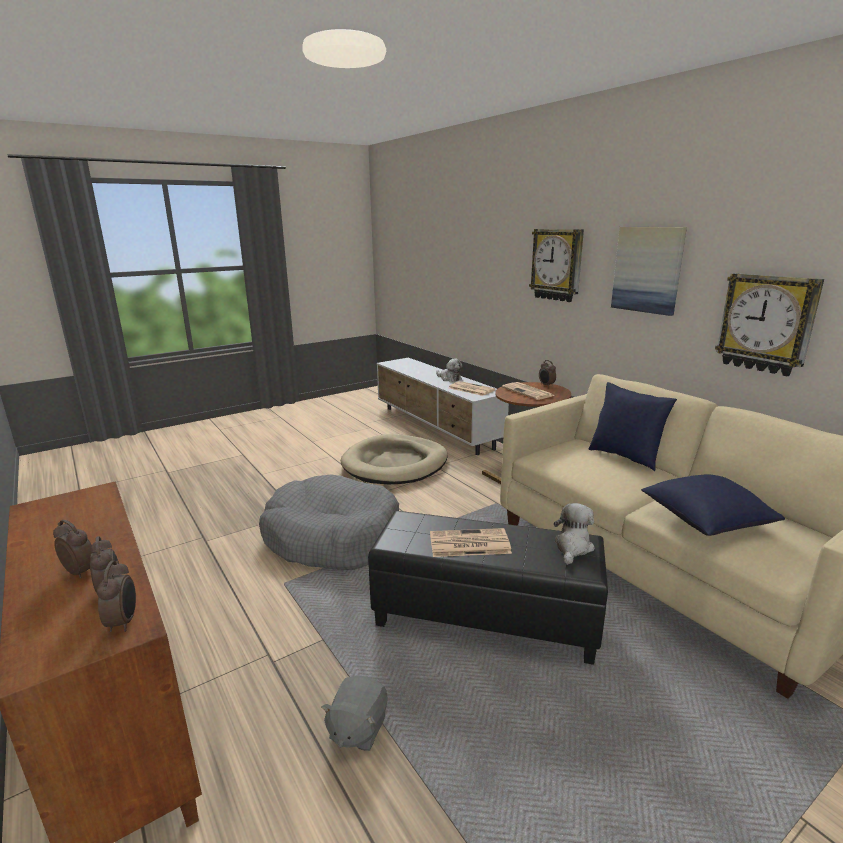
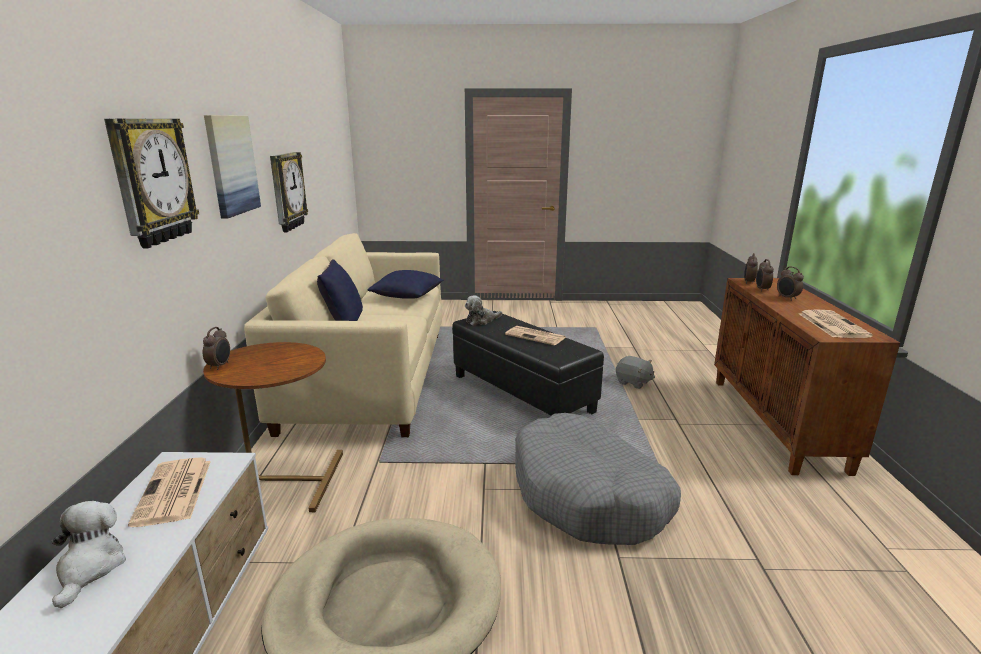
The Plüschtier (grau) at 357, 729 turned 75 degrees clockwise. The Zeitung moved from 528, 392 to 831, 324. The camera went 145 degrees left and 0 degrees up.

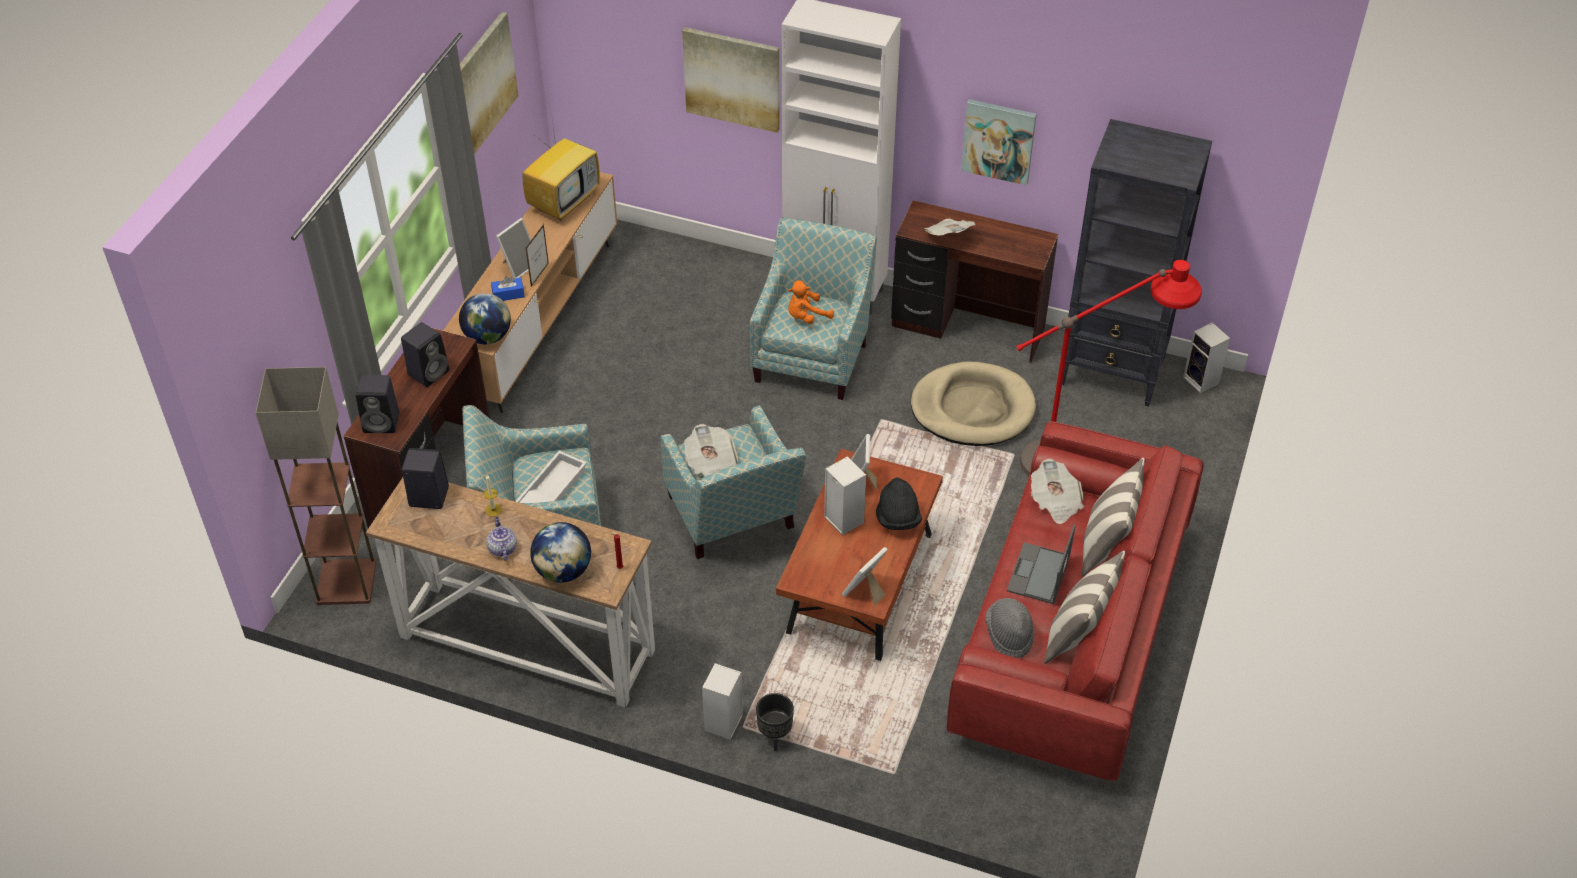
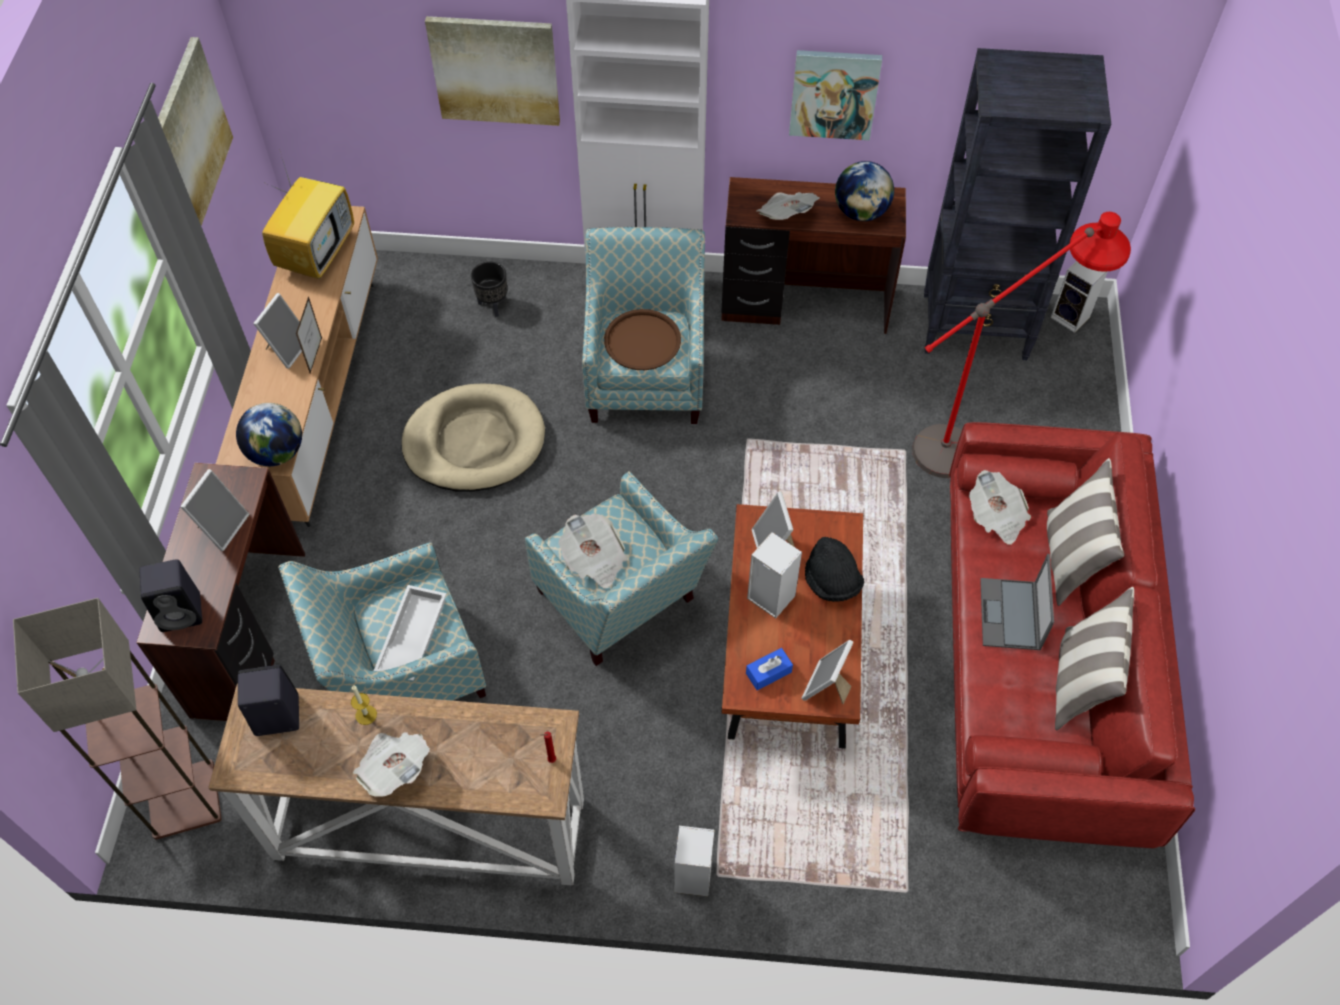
The Lautsprecher (schwarz) at 429, 372 was replaced by the Bilderrahmen at 222, 526. The Teekanne at 502, 548 was replaced by the Zeitung at 394, 768. The Hundebett (beige) moved from 972, 408 to 474, 442. The Pflanzkübel (schwarz) moved from 775, 736 to 493, 305. The Plüschtier (orange) at 806, 317 was replaced by the Tablett (braun) at 642, 341. The Taschentuchbox (blau) moved from 508, 294 to 768, 673. The Globus moved from 563, 571 to 861, 212. The Hut (grau) at 1009, 635 disappeared. The camera went 15 degrees left and 10 degrees up.

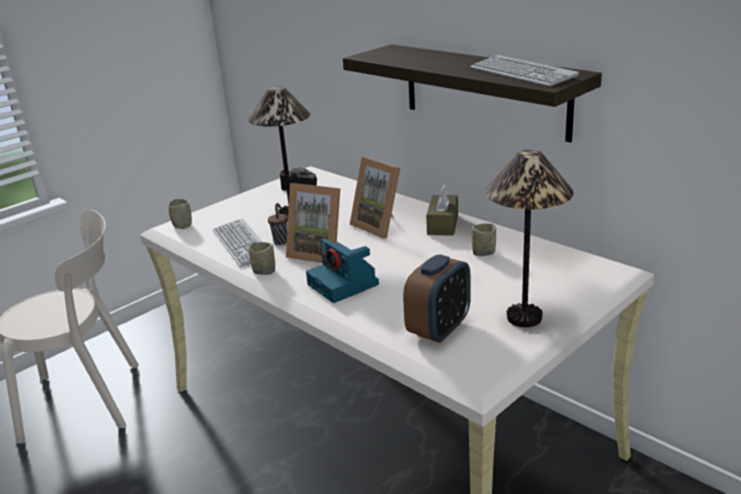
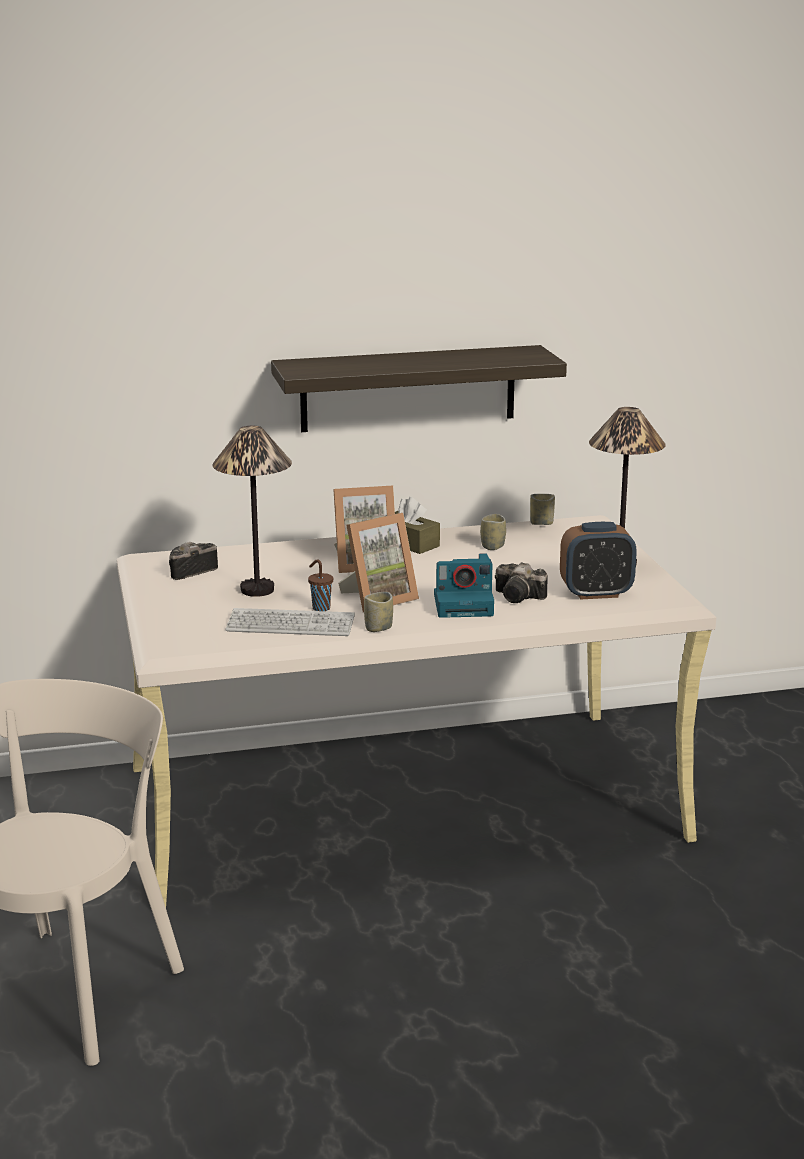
The Kamera at 520, 597 appeared. The Tasse moved from 182, 225 to 541, 523. The Wecker at 439, 329 turned 105 degrees clockwise. The Tastatur at 522, 73 disappeared. The camera went 60 degrees left and 5 degrees down.

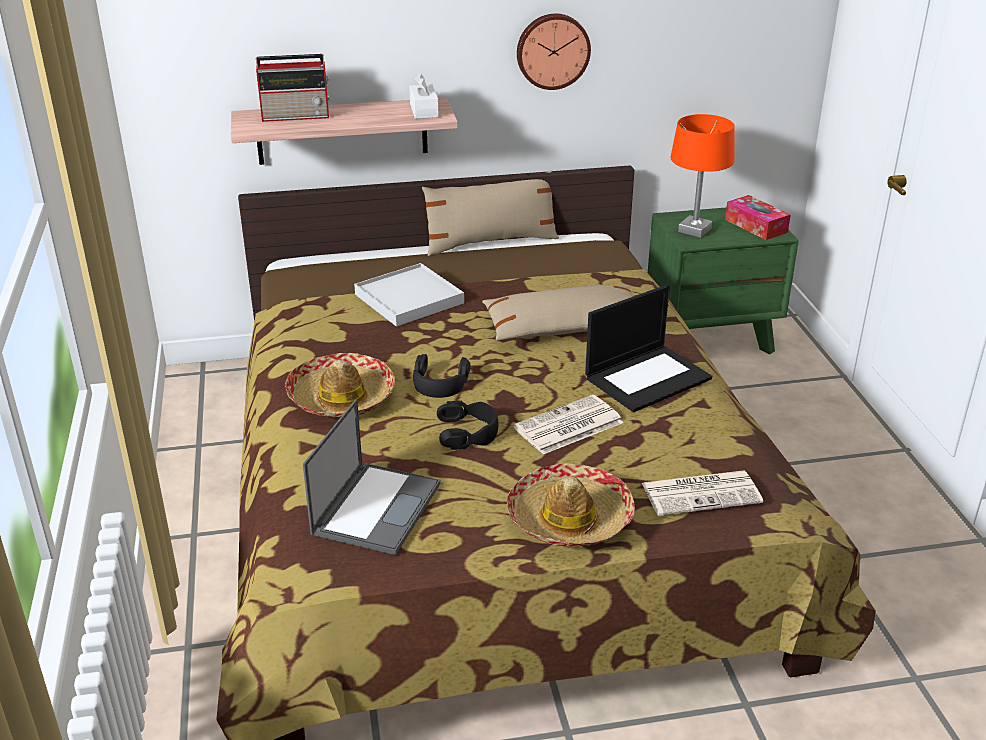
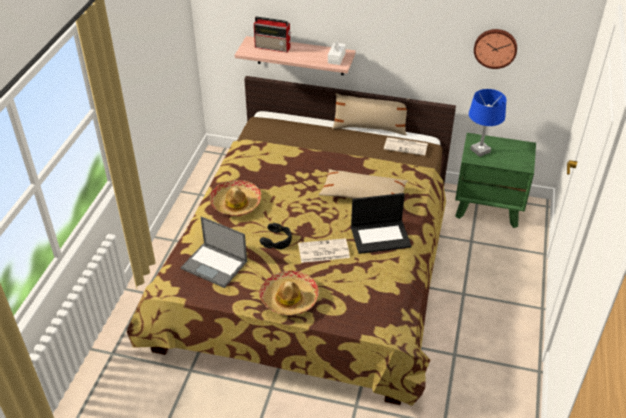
The Laptop at 377, 507 turned 75 degrees clockwise. The Zeitung moved from 702, 493 to 406, 146. The Tischlampe (orange) at 694, 230 became the Tischlampe (blau) at 480, 150. The Wanduhr moved from 552, 50 to 495, 47. The Tablett (weiß) at 409, 298 disappeared. The Kopfhörer (schwarz) at 440, 382 disappeared. The Taschentuchbox at 756, 226 disappeared. The camera went 25 degrees right and 10 degrees up.

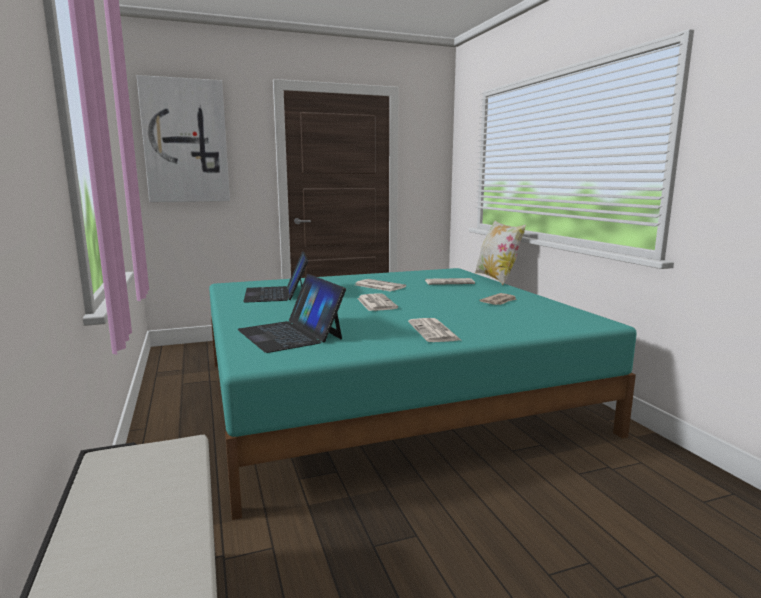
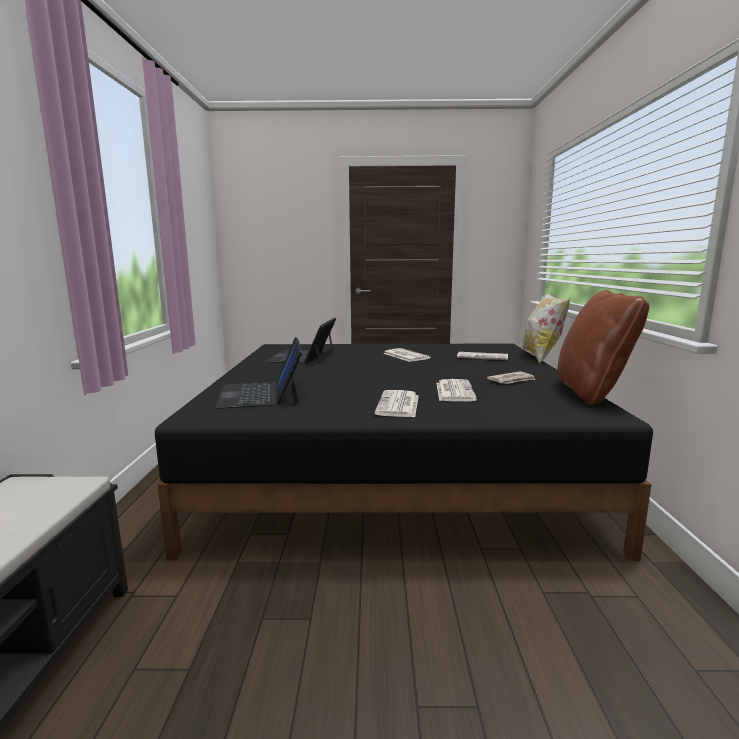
The Bett (türkis) at 386, 394 became the Bett (schwarz) at 392, 466. The Zeitung moved from 375, 303 to 454, 391. The Kissen (braun) at 592, 393 appeared. The Bild at 185, 141 disappeared. The camera went 20 degrees right and 0 degrees up.

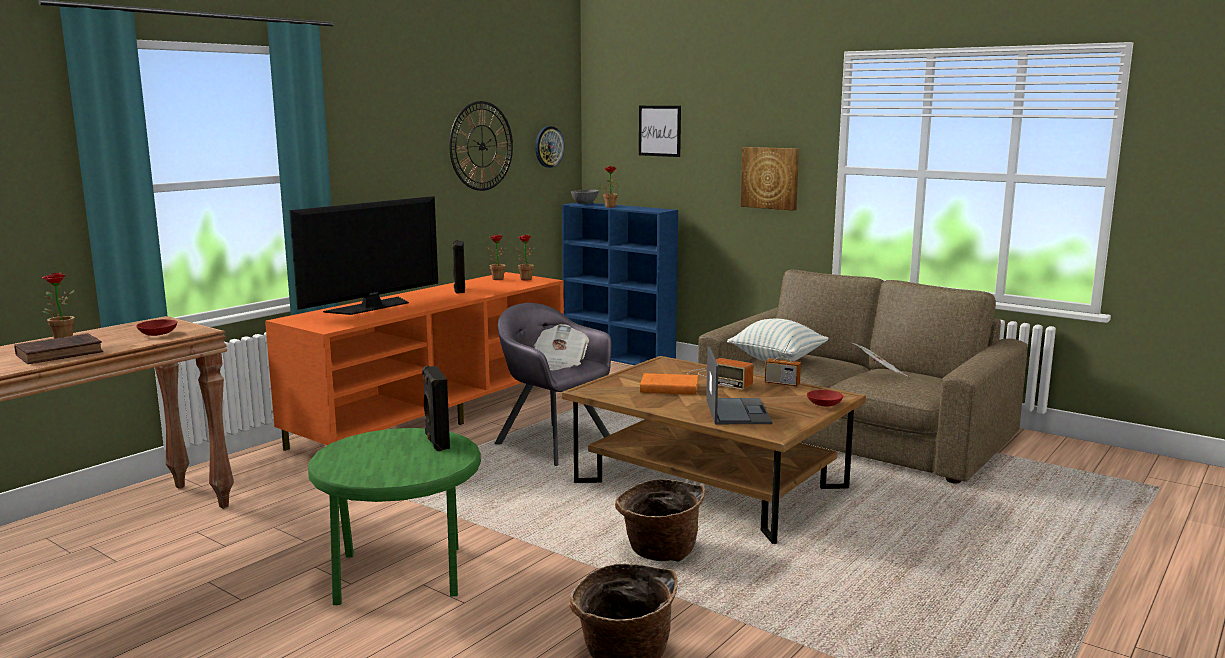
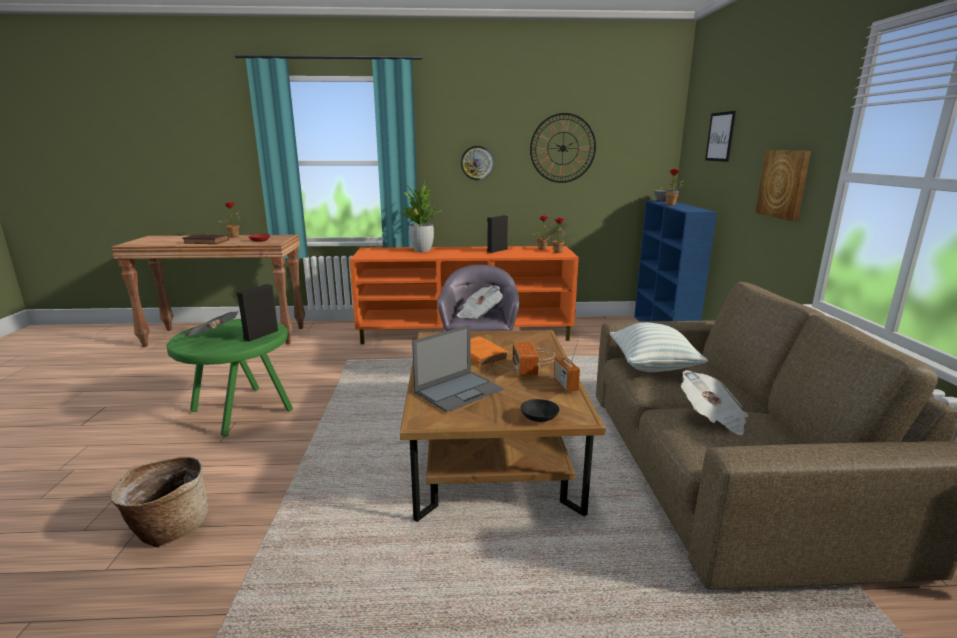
The Zeitung at 213, 337 appeared. The Fernseher at 371, 306 was replaced by the Topfpflanze at 422, 250. The Wanduhr moved from 548, 146 to 477, 163. The Schüssel (rot) at 825, 404 became the Schüssel (schwarz) at 540, 417. The Korb at 659, 552 disappeared. The camera went 50 degrees right and 5 degrees up.

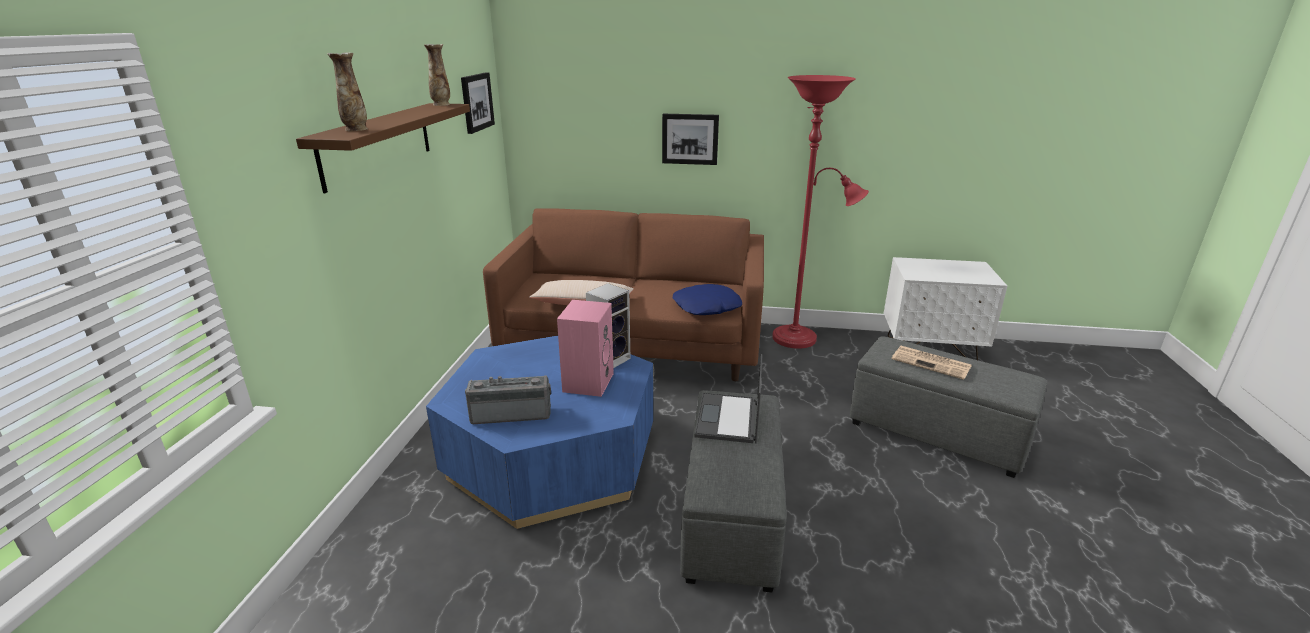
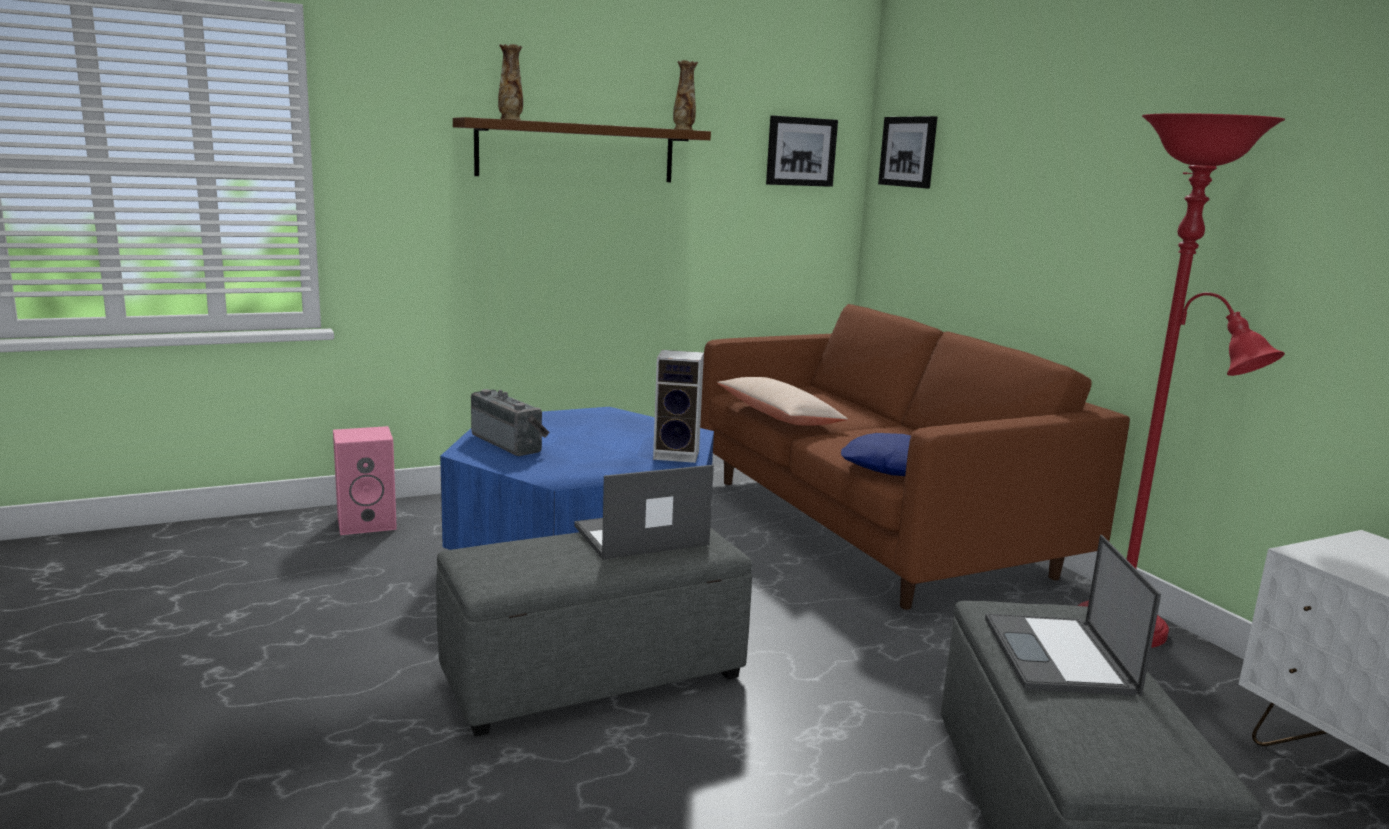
The Lautsprecher (rosa) moved from 587, 381 to 368, 523. The Bild moved from 690, 139 to 908, 152. The Zeitung at 932, 363 was replaced by the Laptop at 1060, 656. The camera went 55 degrees right and 10 degrees down.

